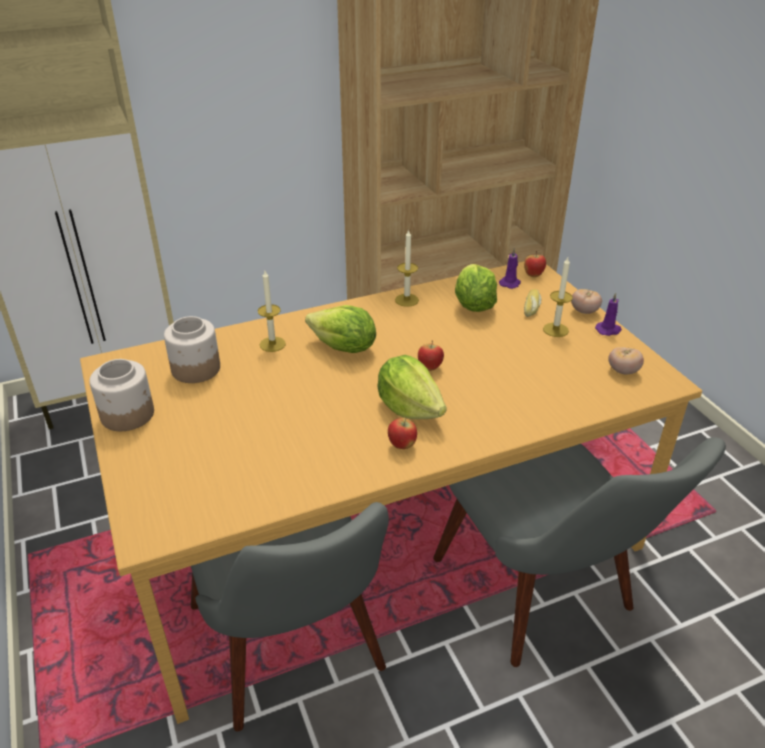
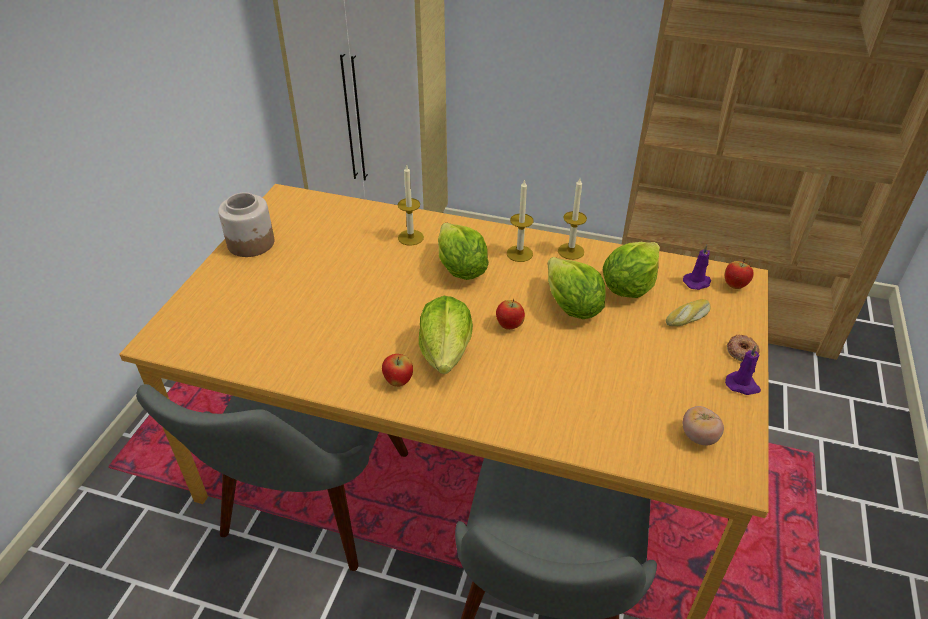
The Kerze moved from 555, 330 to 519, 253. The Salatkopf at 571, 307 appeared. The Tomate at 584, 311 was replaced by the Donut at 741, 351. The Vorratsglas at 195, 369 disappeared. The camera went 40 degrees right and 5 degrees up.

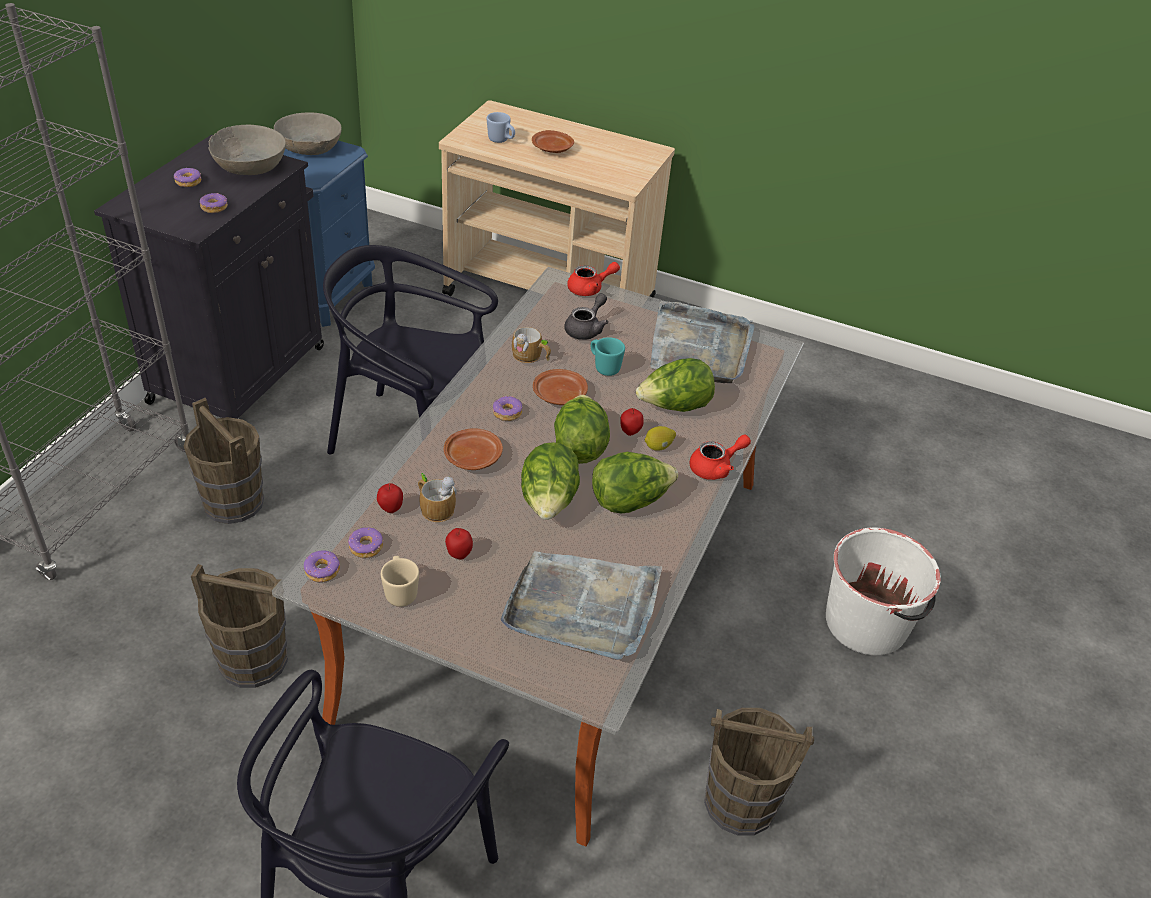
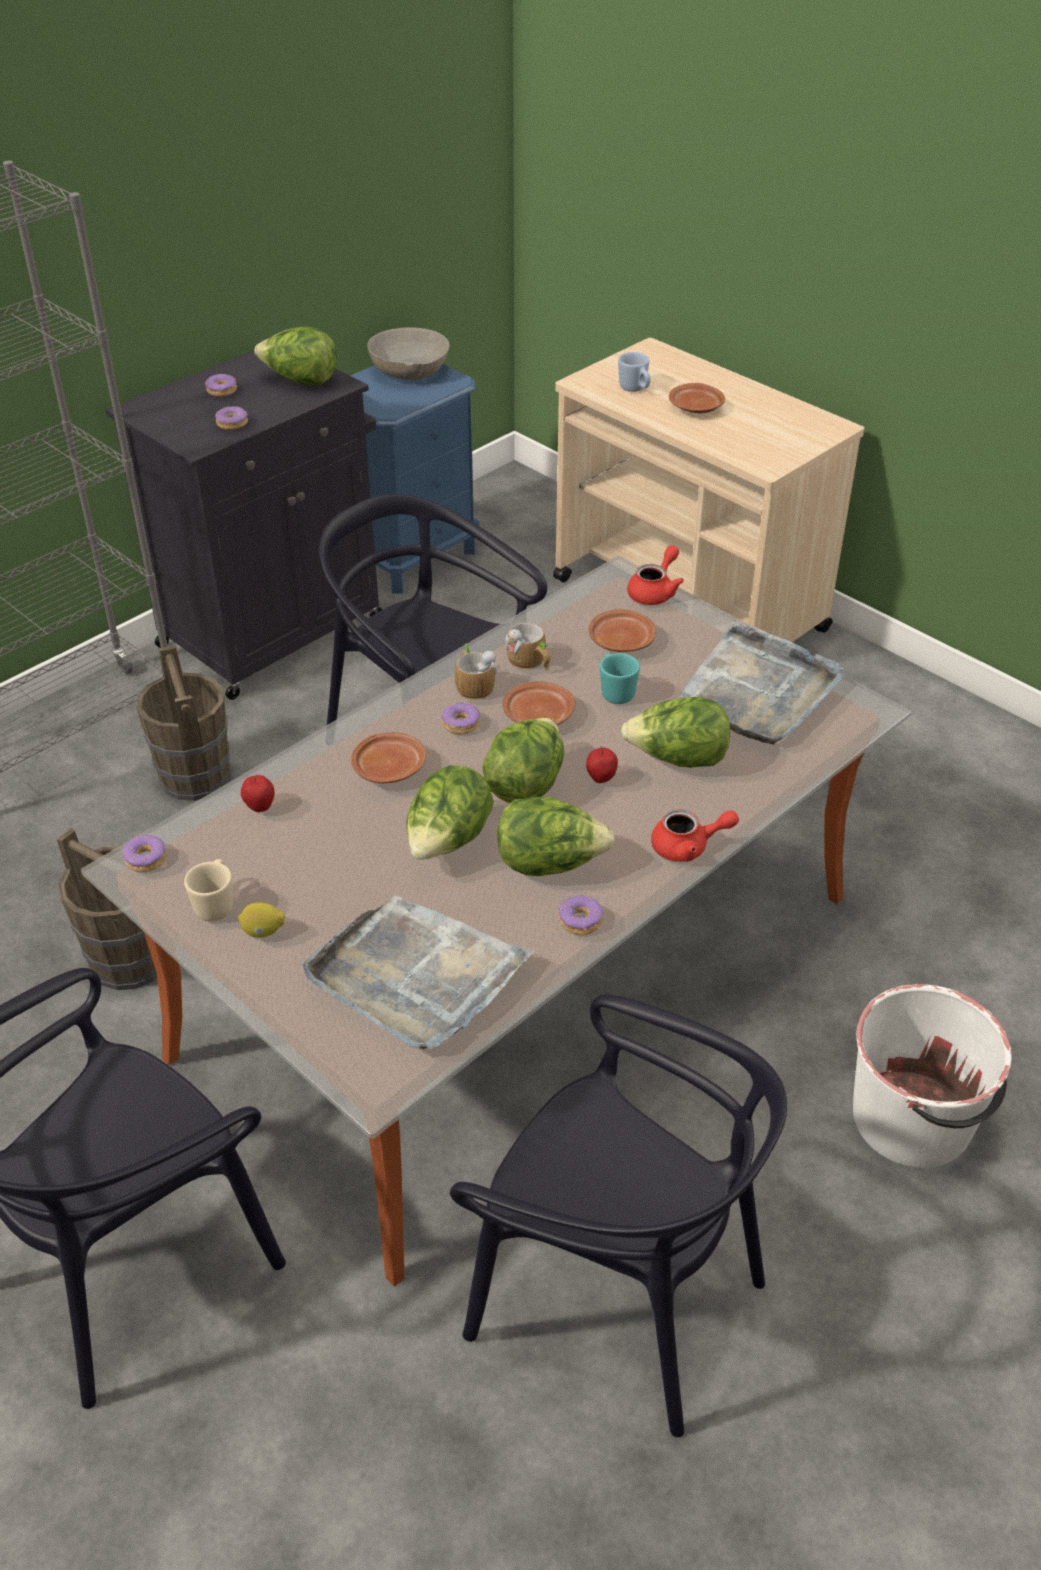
The Zitrone moved from 658, 447 to 263, 932. The Schüssel (grau) at 250, 166 was replaced by the Salatkopf at 300, 381. The Eimer (braun) at 741, 803 was replaced by the Stuhl (schwarz) at 616, 1297. The Henkelbecher moved from 434, 506 to 474, 684. The Donut moved from 366, 547 to 580, 921. The Teekanne (grau) at 586, 329 was replaced by the Teller (braun) at 621, 641. The Teekanne (rot) at 590, 289 turned 60 degrees counterclockwise. The Apfel at 459, 554 disappeared. The camera went 25 degrees right and 0 degrees up.

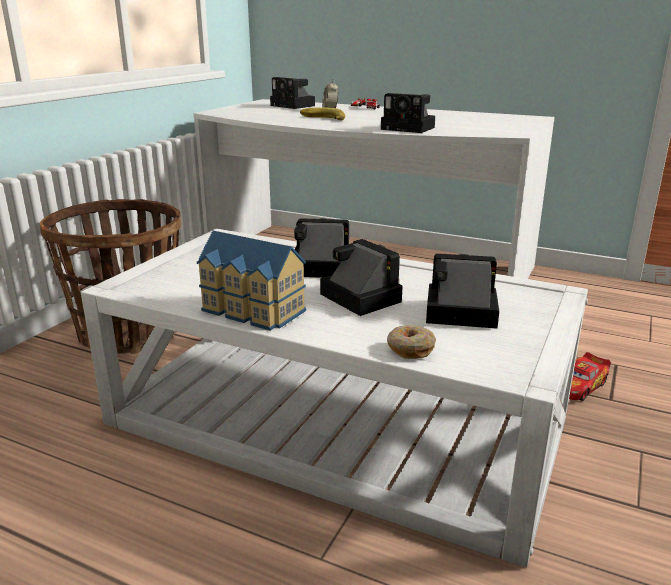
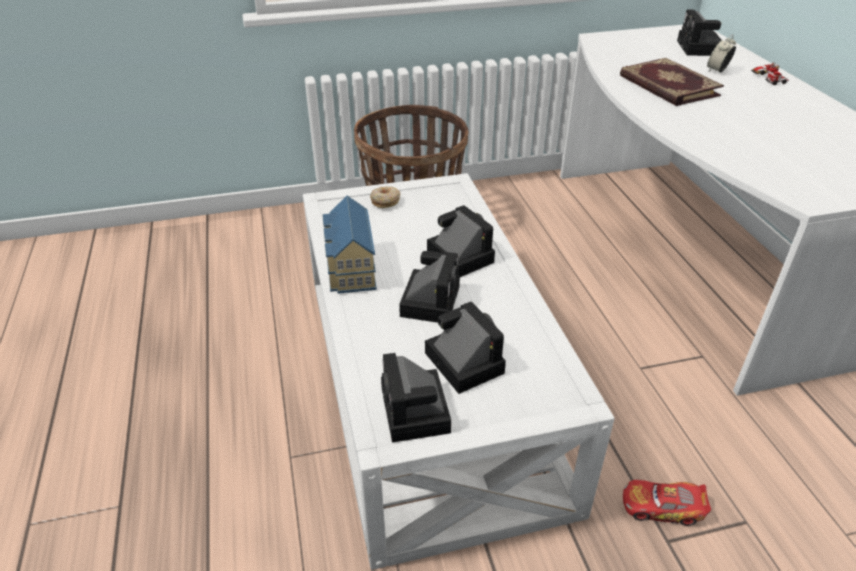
The Donut moved from 410, 349 to 385, 201. The Kamera moved from 410, 128 to 416, 413. The Banane at 321, 119 was replaced by the Buch at 667, 86. The camera went 50 degrees right and 15 degrees up.

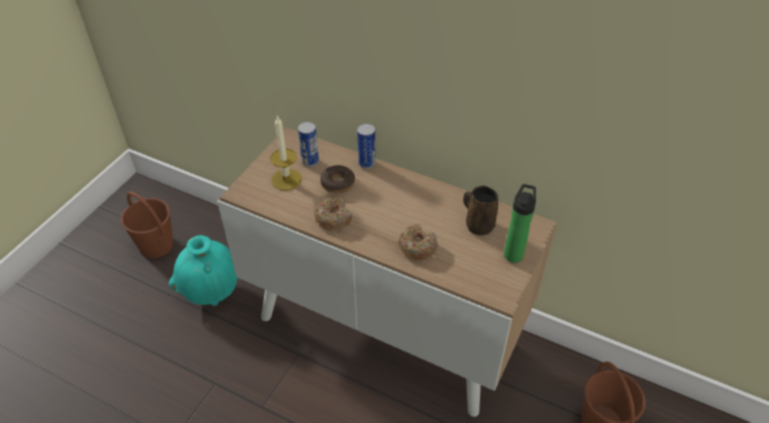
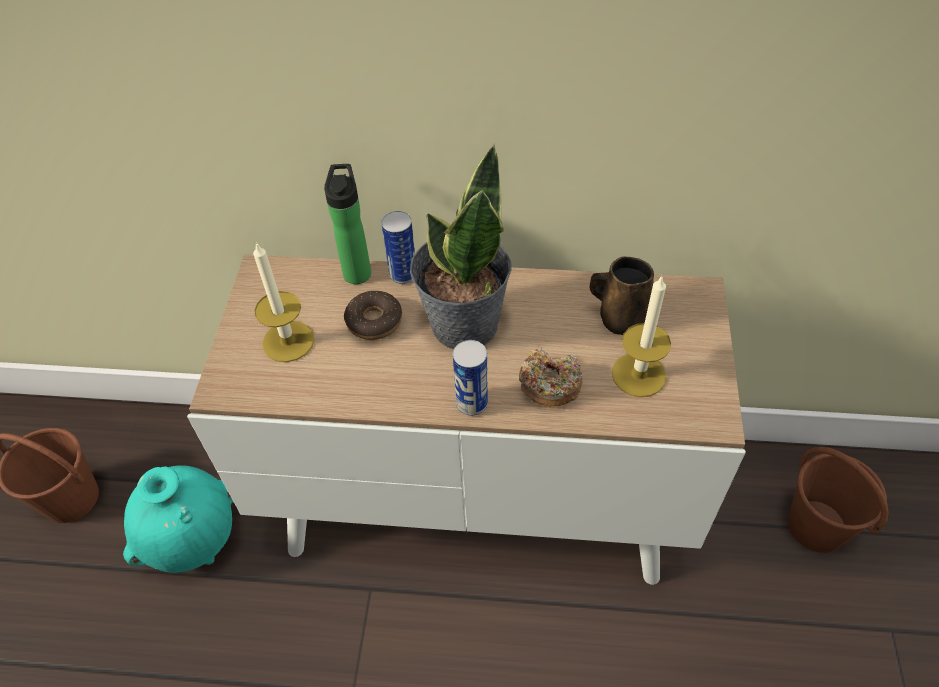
The Flasche moved from 514, 253 to 357, 270. The Topfpflanze at 463, 324 appeared. The Dose moved from 310, 161 to 472, 403. The Kerze at 638, 374 appeared. The Donut at 333, 218 disappeared. The camera went 20 degrees left and 5 degrees up.

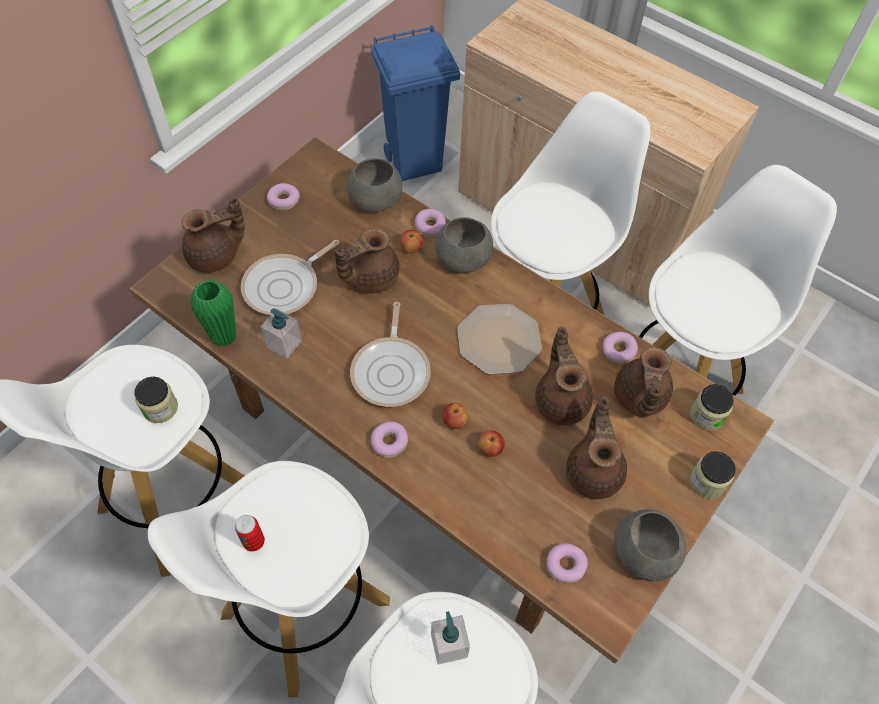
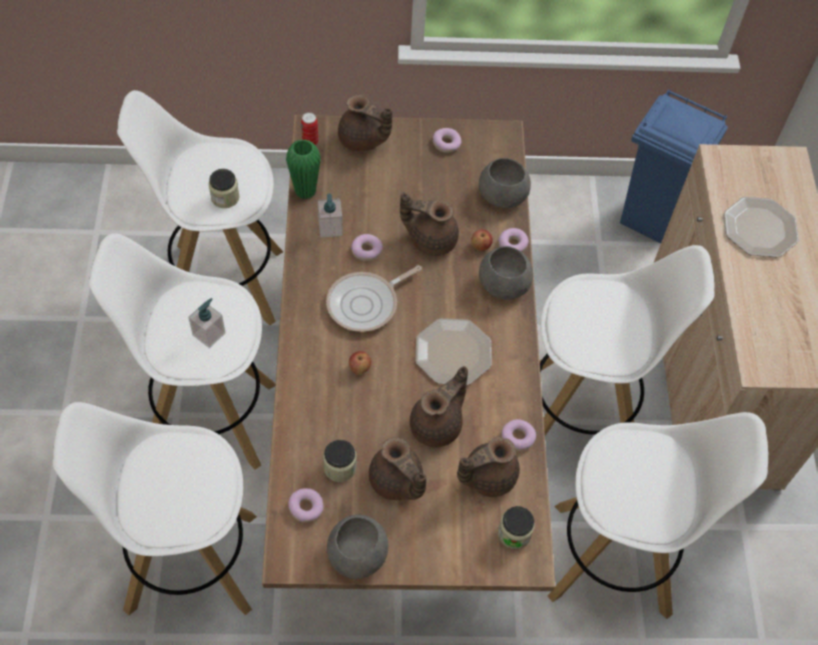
The Seifenspender moved from 449, 645 to 209, 334. The Dose moved from 254, 541 to 310, 142. The Vorratsglas moved from 707, 482 to 340, 467. The Donut moved from 389, 442 to 366, 250. The Teekanne (braun) at 594, 471 turned 90 degrees clockwise. The Teller at 759, 228 appeared. The Pfanne at 285, 286 disappeared. The Apfel at 490, 449 disappeared. The camera went 50 degrees right and 0 degrees up.

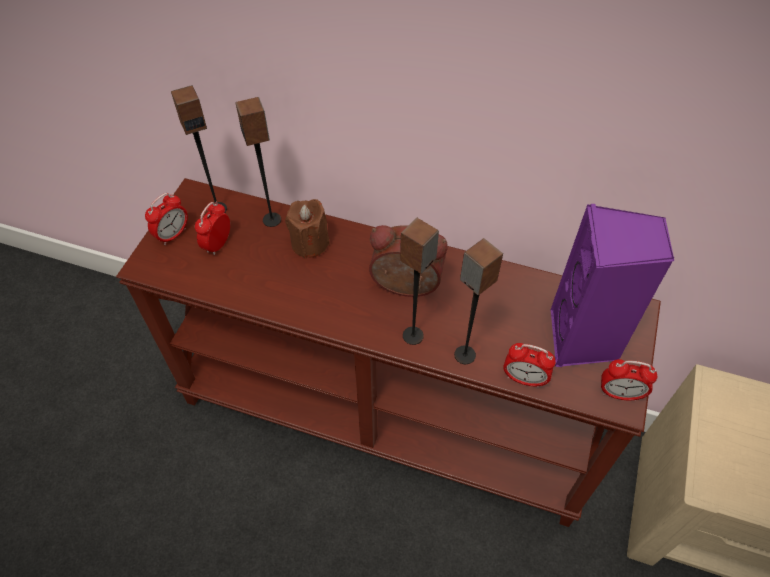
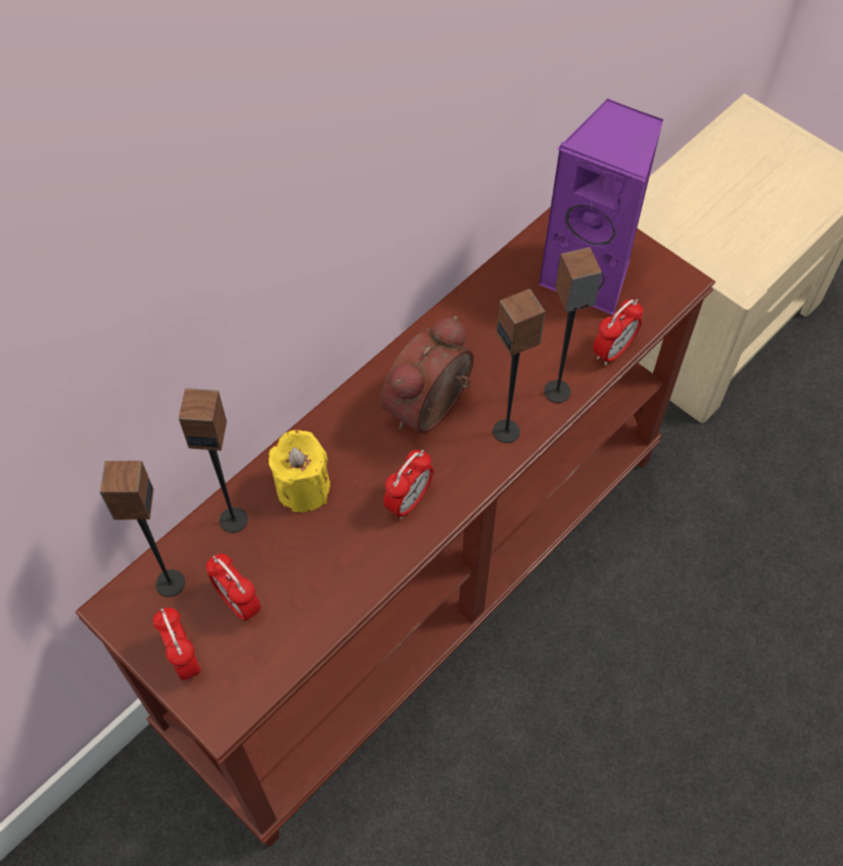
The Kerze (braun) at 310, 243 became the Kerze (gelb) at 303, 488. The Wecker moved from 619, 393 to 408, 501. The camera went 65 degrees left and 5 degrees up.

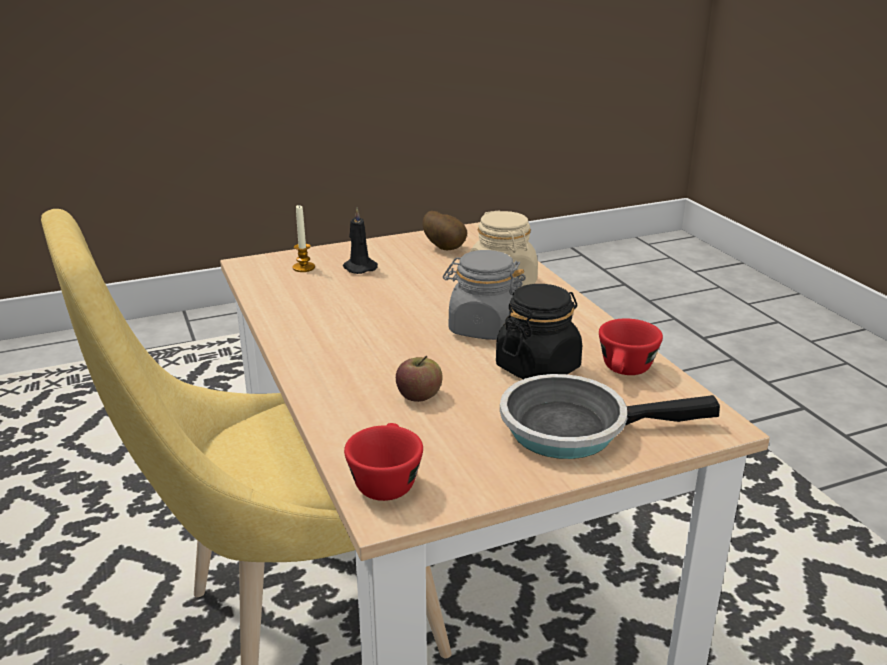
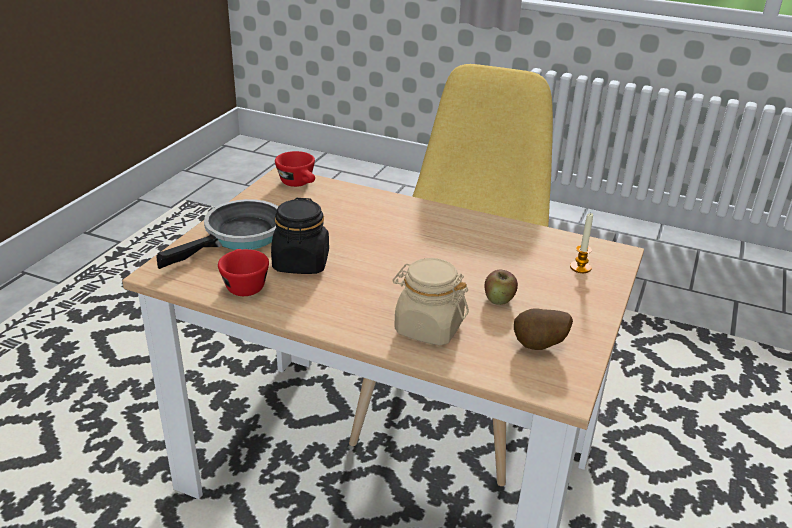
The Apfel moved from 419, 395 to 499, 299. The Kerze (schwarz) at 359, 267 disappeared. The Vorratsglas (grau) at 484, 328 disappeared. The camera went 135 degrees right and 5 degrees up.

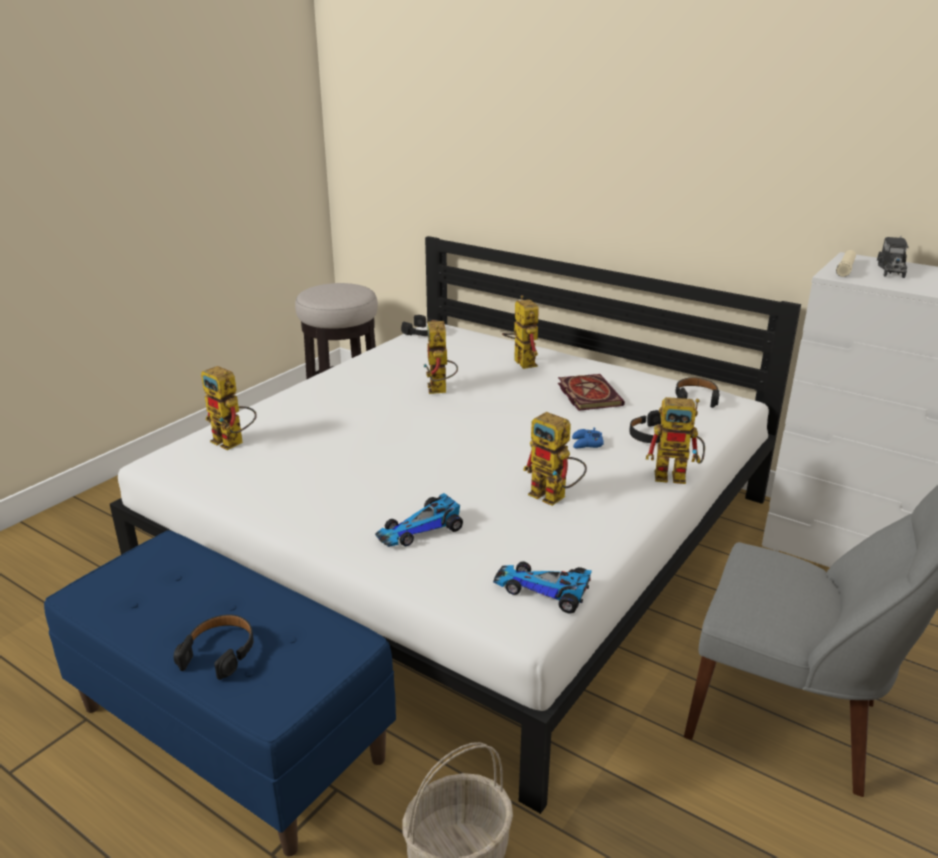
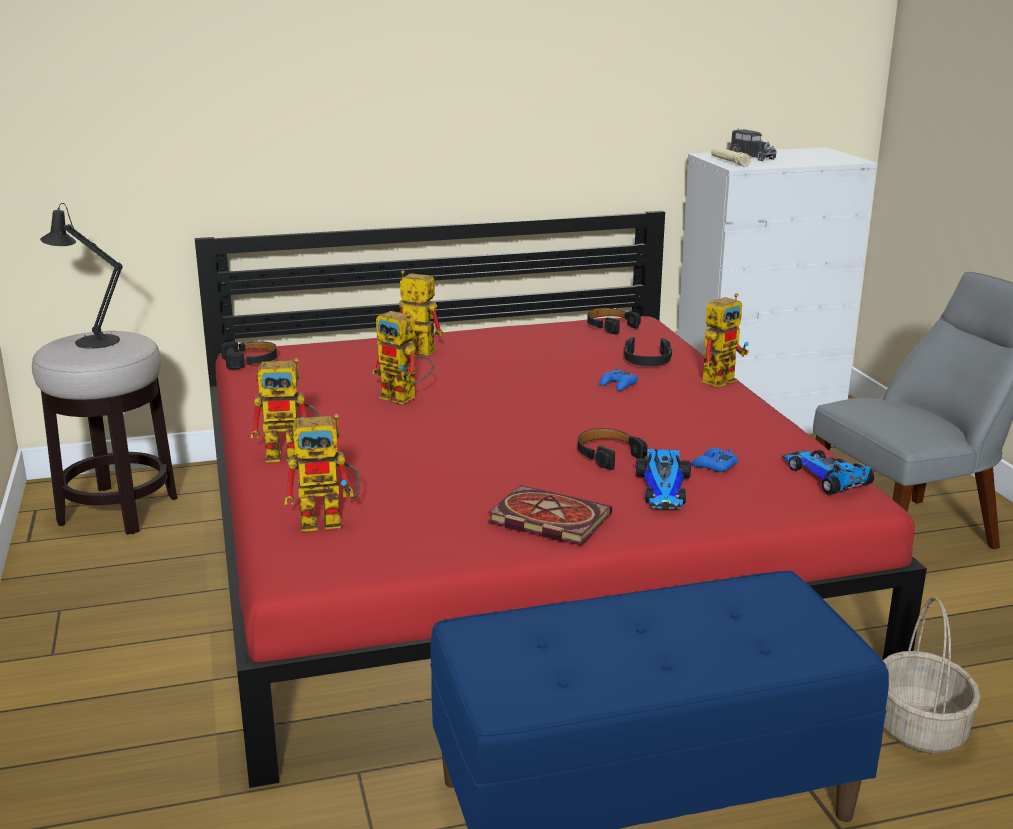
The Tischlampe (schwarz) at 91, 341 appeared. The Bett (weiß) at 469, 536 became the Bett (rot) at 507, 550. The Spielzeugroboter moved from 555, 497 to 292, 454. The Buch moved from 587, 394 to 546, 519. The Kopfhörer (schwarz) moved from 219, 652 to 608, 455. The Gamepad (blau) at 714, 465 appeared. The Spielzeugauto at 544, 590 turned 90 degrees clockwise. The camera went 50 degrees left and 5 degrees down.

